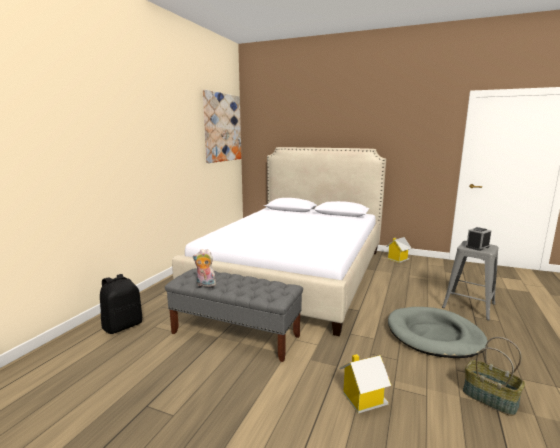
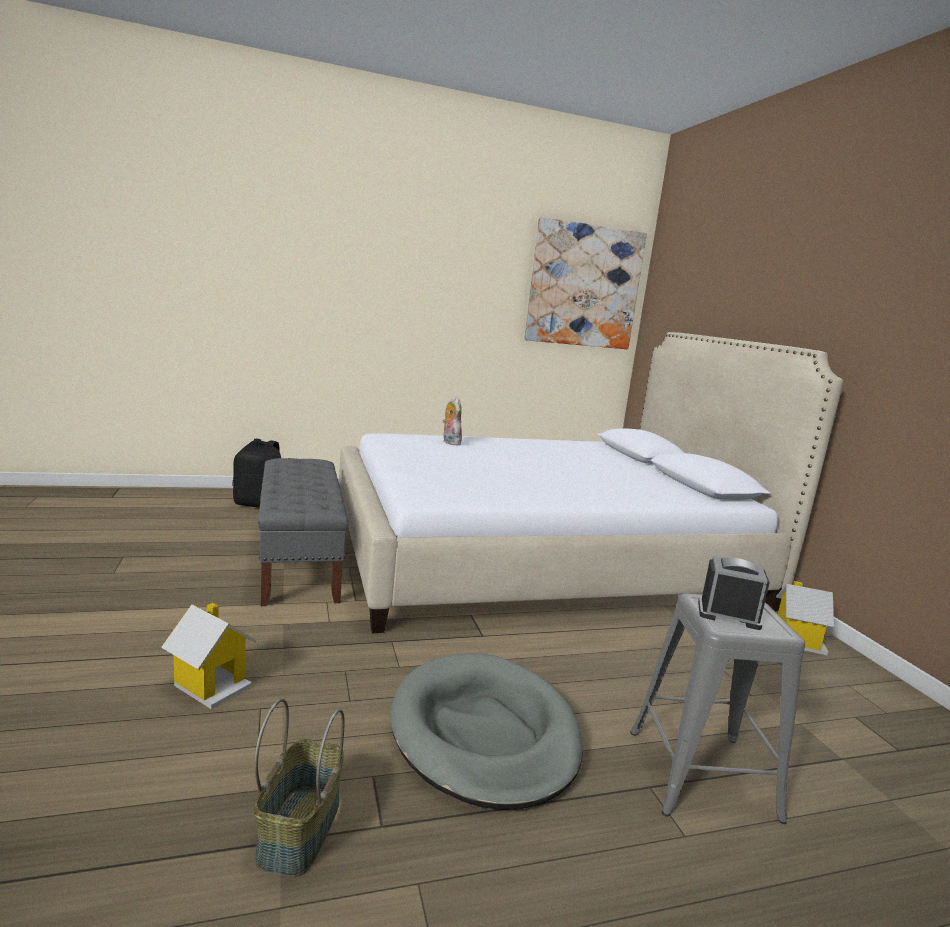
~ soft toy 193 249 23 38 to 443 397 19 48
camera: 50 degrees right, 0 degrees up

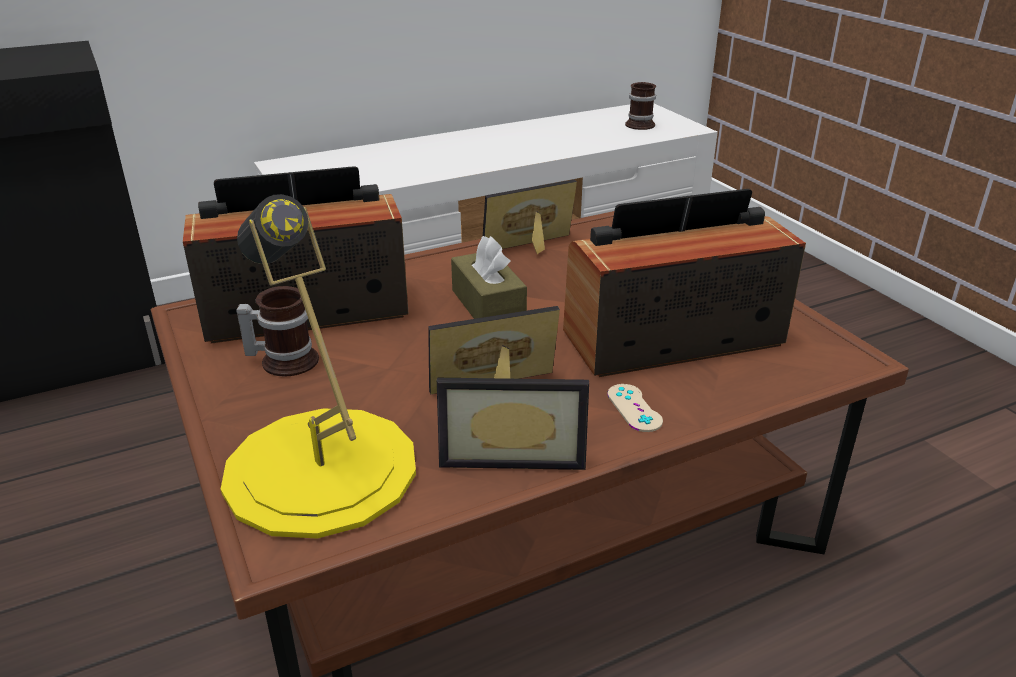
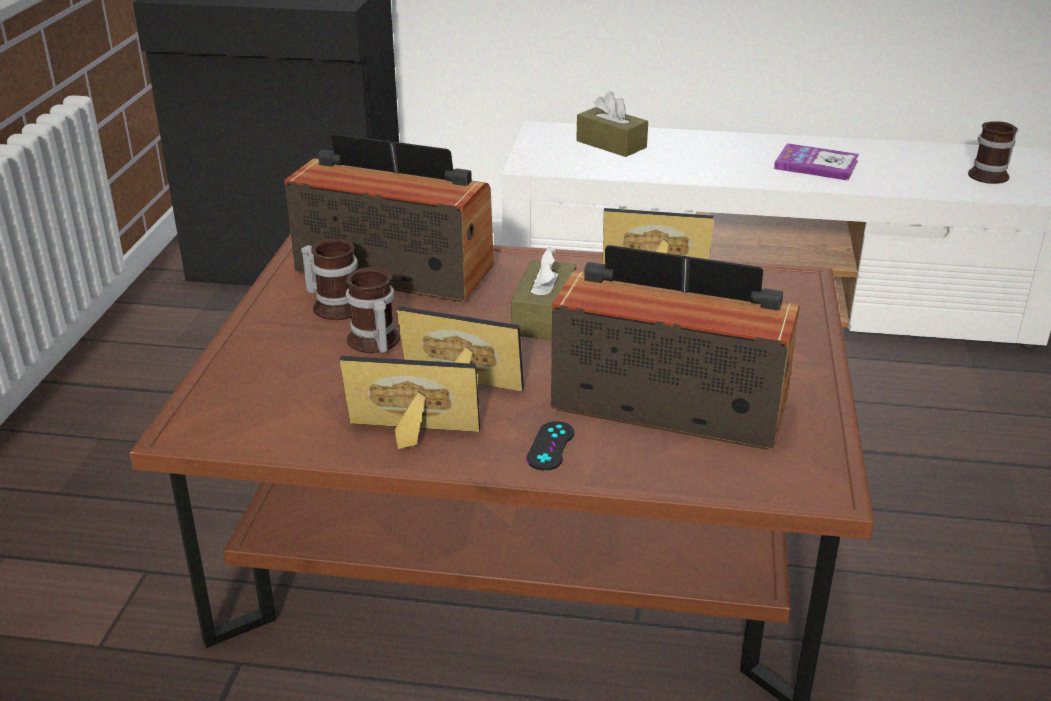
- yellow table lamp 221 194 195 345
+ tea mug 346 267 54 86
+ brown box of tissues 576 91 72 66
+ volume 774 143 85 38
~ beige game controller 607 384 56 48 to black-coloured game controller 526 421 48 50
~ standing frame 437 378 152 92 = 339 356 141 93 150 degrees clockwise
camera: 35 degrees right, 0 degrees up

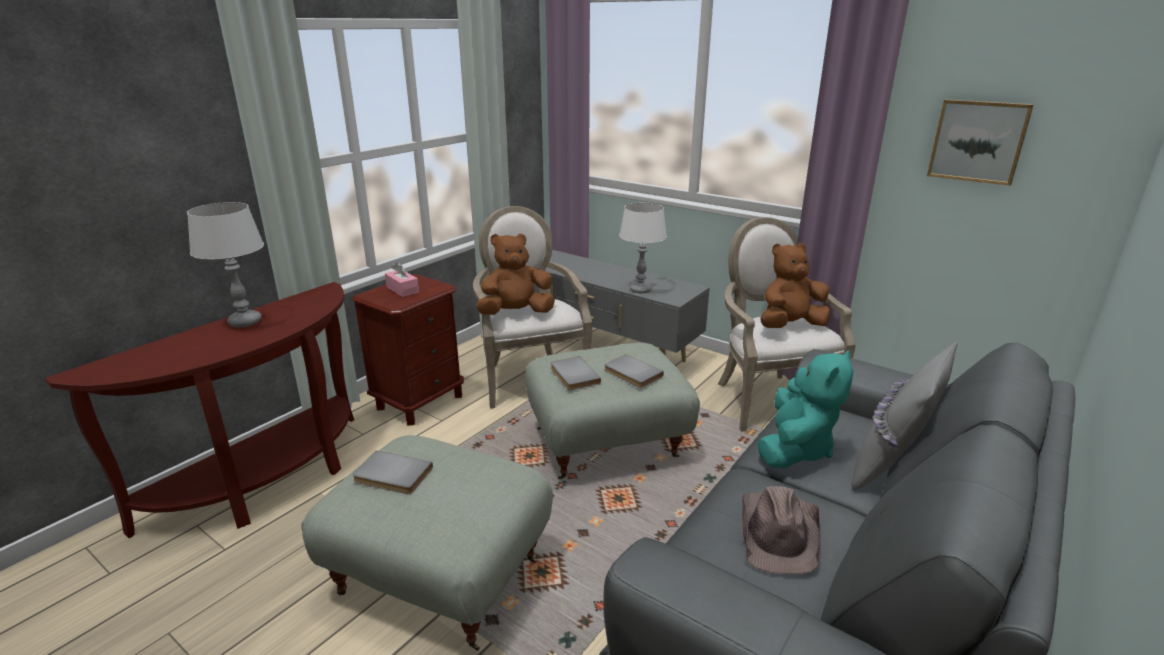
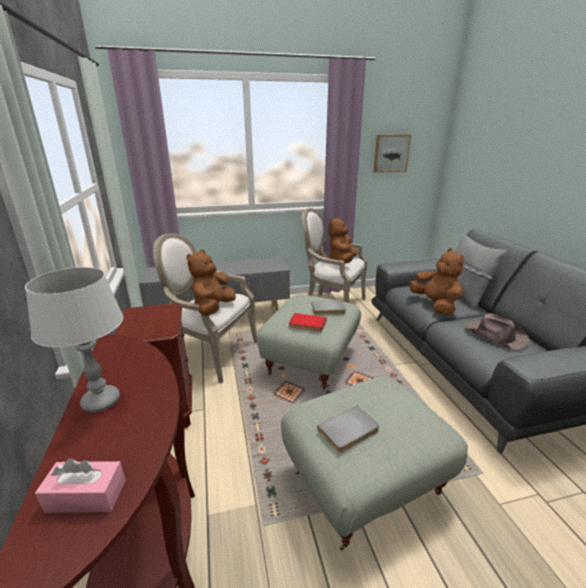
- white-coloured table lamp 619 203 48 90
~ pink box of tissues 385 262 34 35 to 35 458 91 55
~ gray volume 551 356 50 34 to red-coloured volume 289 313 38 19
~ turquoise soft toy 757 350 96 118 to brown soft toy 409 248 55 67
camera: 50 degrees left, 0 degrees up

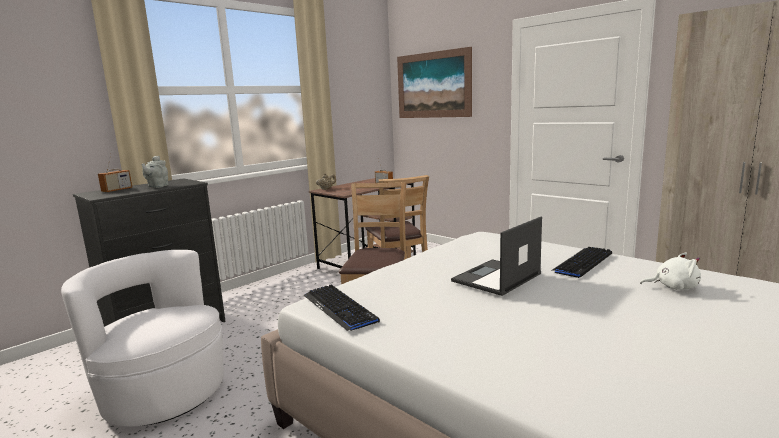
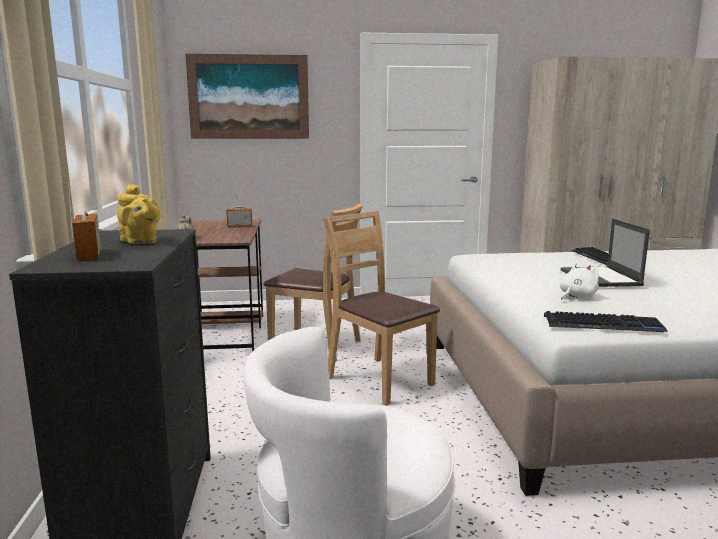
~ white-coloured soft toy 640 252 61 38 to 560 263 39 37
~ gray tea pot 141 156 27 32 to yellow tea pot 117 184 44 60
camera: 50 degrees left, 0 degrees up

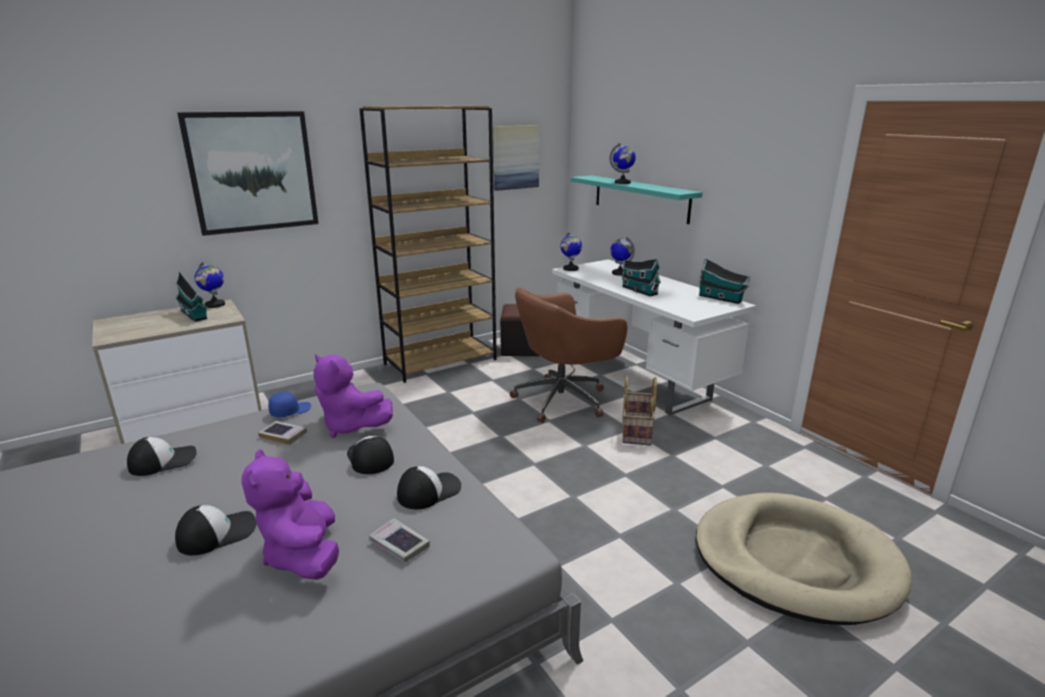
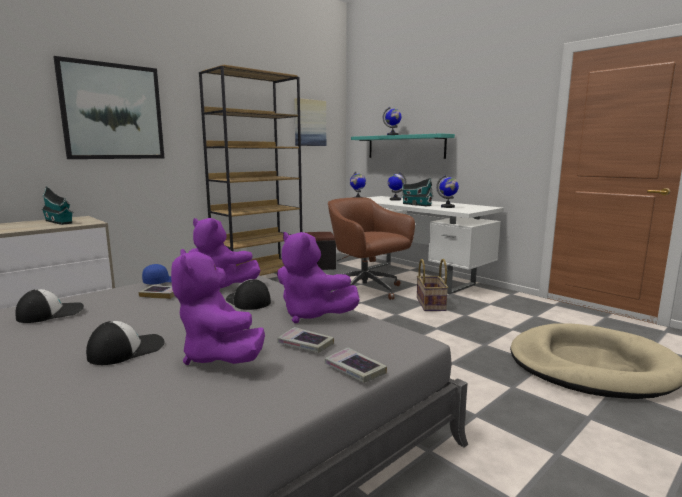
- model house 698 258 52 46
+ volume 325 347 62 36
~ globe 195 261 30 47 to 436 175 23 33
~ peaked cap 397 466 65 43 to purple soft toy 277 232 83 91
~ brown office chair 510 288 118 135 = 328 197 87 103 90 degrees clockwise
camera: 10 degrees left, 10 degrees down

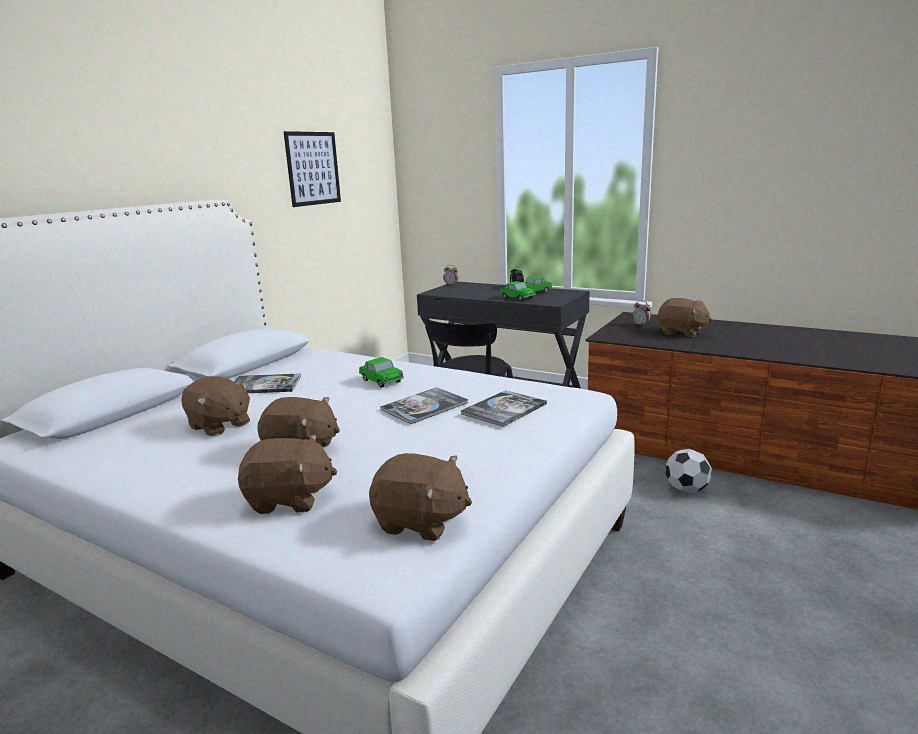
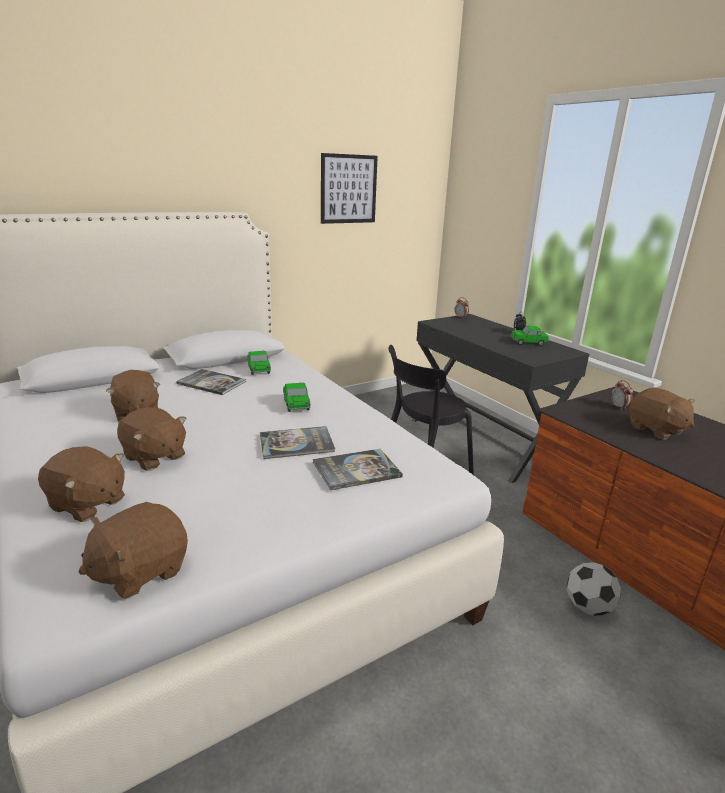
~ model car 500 281 36 20 to 247 351 24 24
~ brown soft toy 369 453 103 88 = 79 502 109 97 90 degrees clockwise
camera: 25 degrees right, 5 degrees up

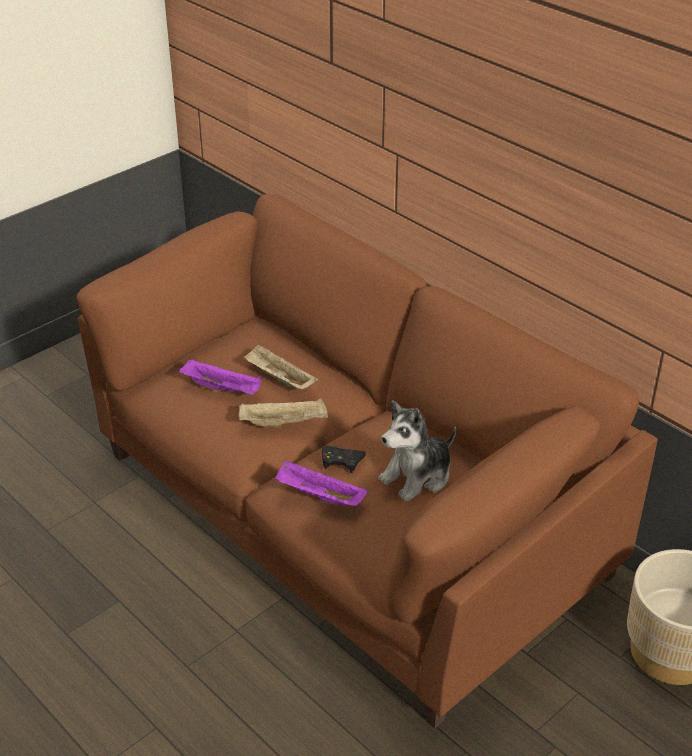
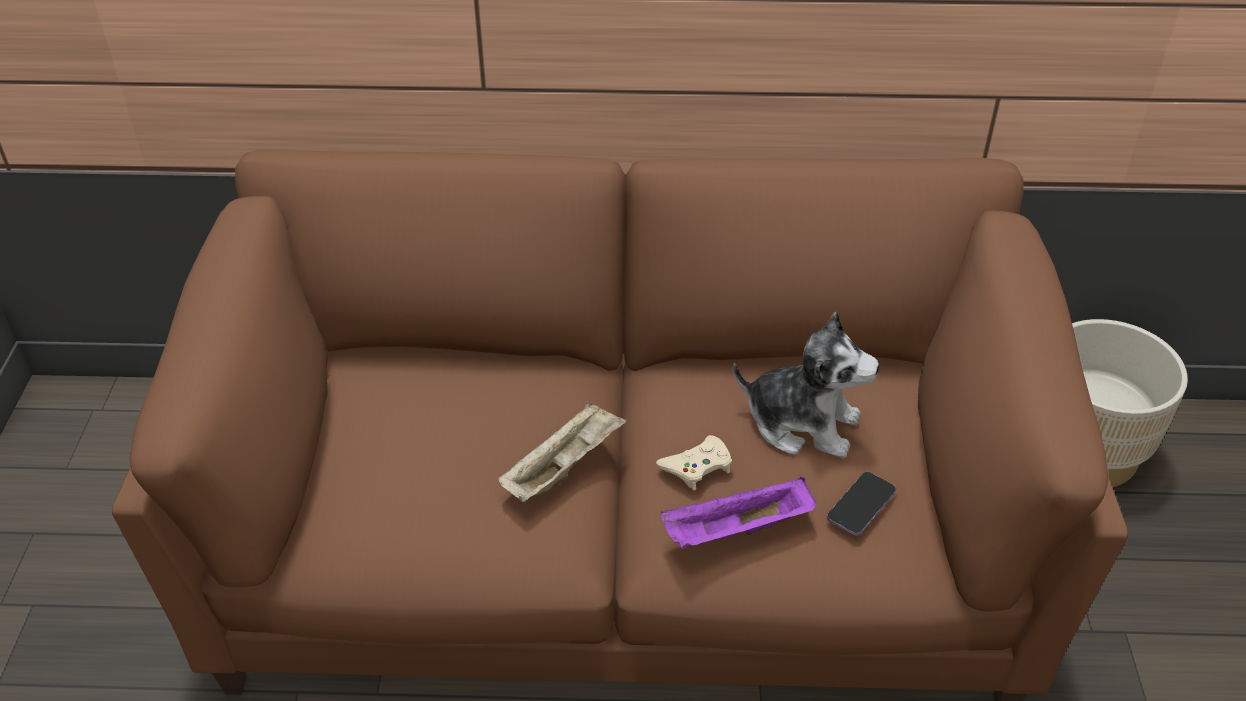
- purple carrying tray 179 359 83 36
- beige carrying tray 243 344 75 45
+ phone 827 472 69 64
~ black-coloured game controller 322 446 44 27 to beige game controller 656 435 76 55
~ soft toy 378 401 78 101 = 732 312 147 147 75 degrees counterclockwise
camera: 45 degrees left, 5 degrees up

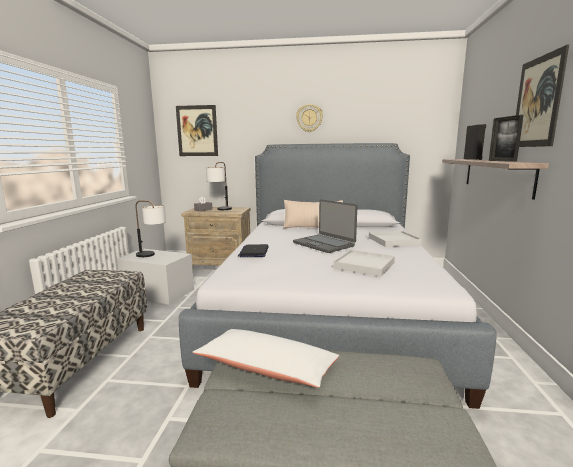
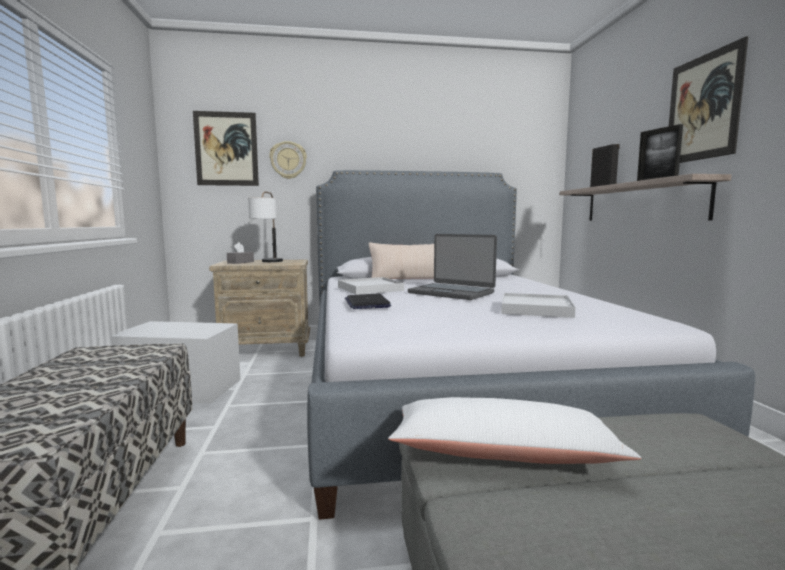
- table lamp 136 200 30 57
~ clock on the wall 296 104 27 28 to 269 141 38 38
~ white-coloured carrying tray 369 231 52 16 to 338 277 66 18
camera: 15 degrees left, 5 degrees down

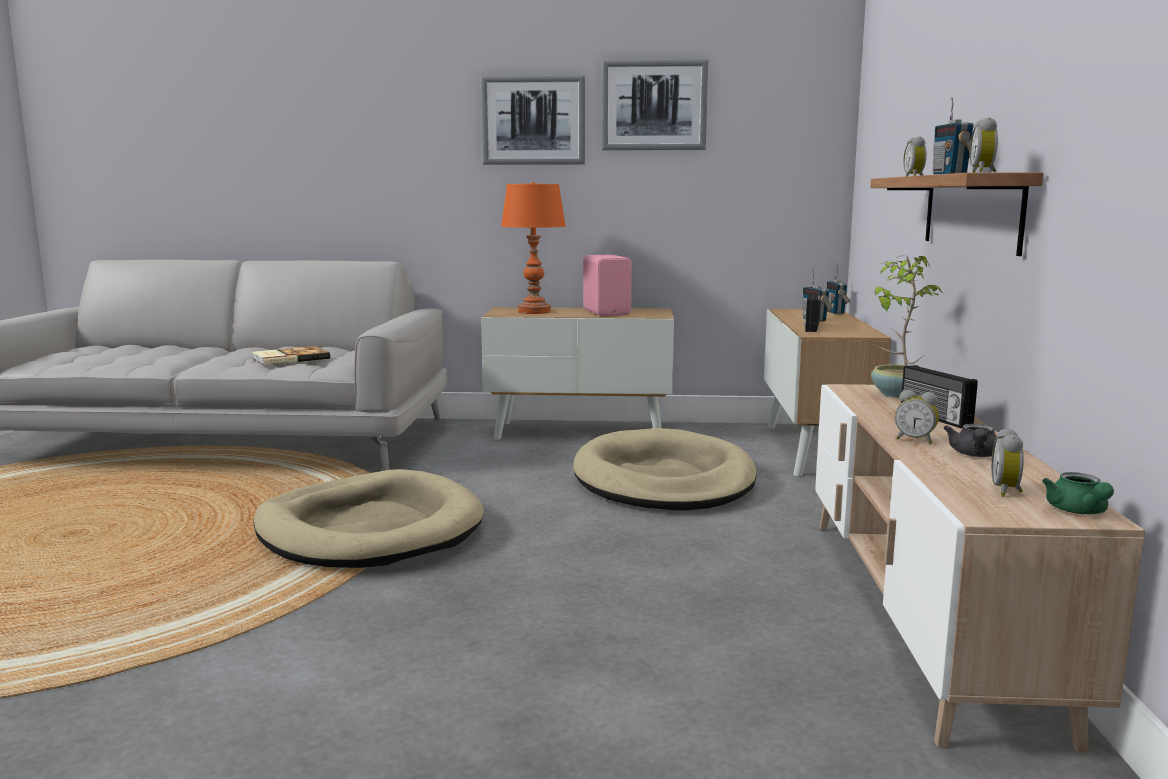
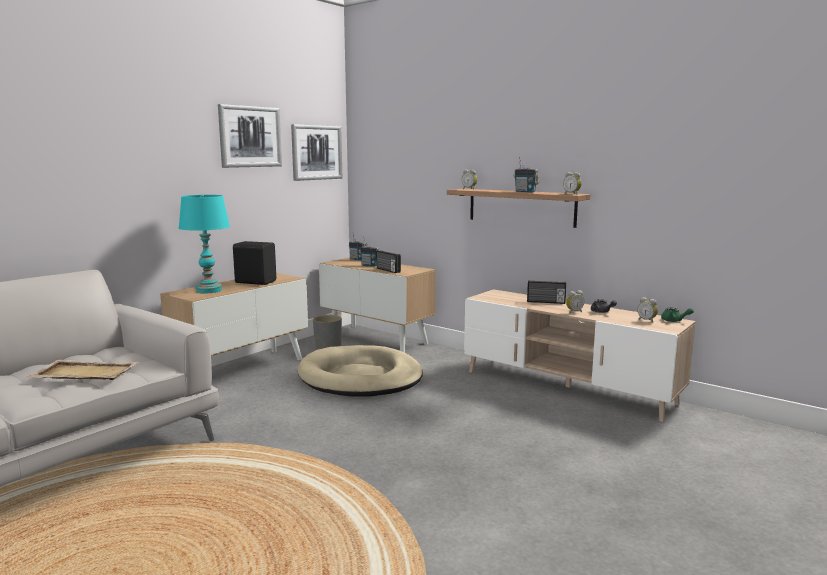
- beige dog cushion 253 469 231 99
- plant in a pot 870 255 73 143
+ gray flower pot 313 315 29 34
~ wall art 481 75 104 90 to 291 124 51 57
~ volume 252 346 78 19 to beige carrying tray 27 360 112 20
~ orange table lamp 501 182 65 132 to turquoise table lamp 178 195 52 98
~ pink audio speaker 583 254 49 62 to black-coloured audio speaker 233 241 43 44
camera: 55 degrees left, 0 degrees up

